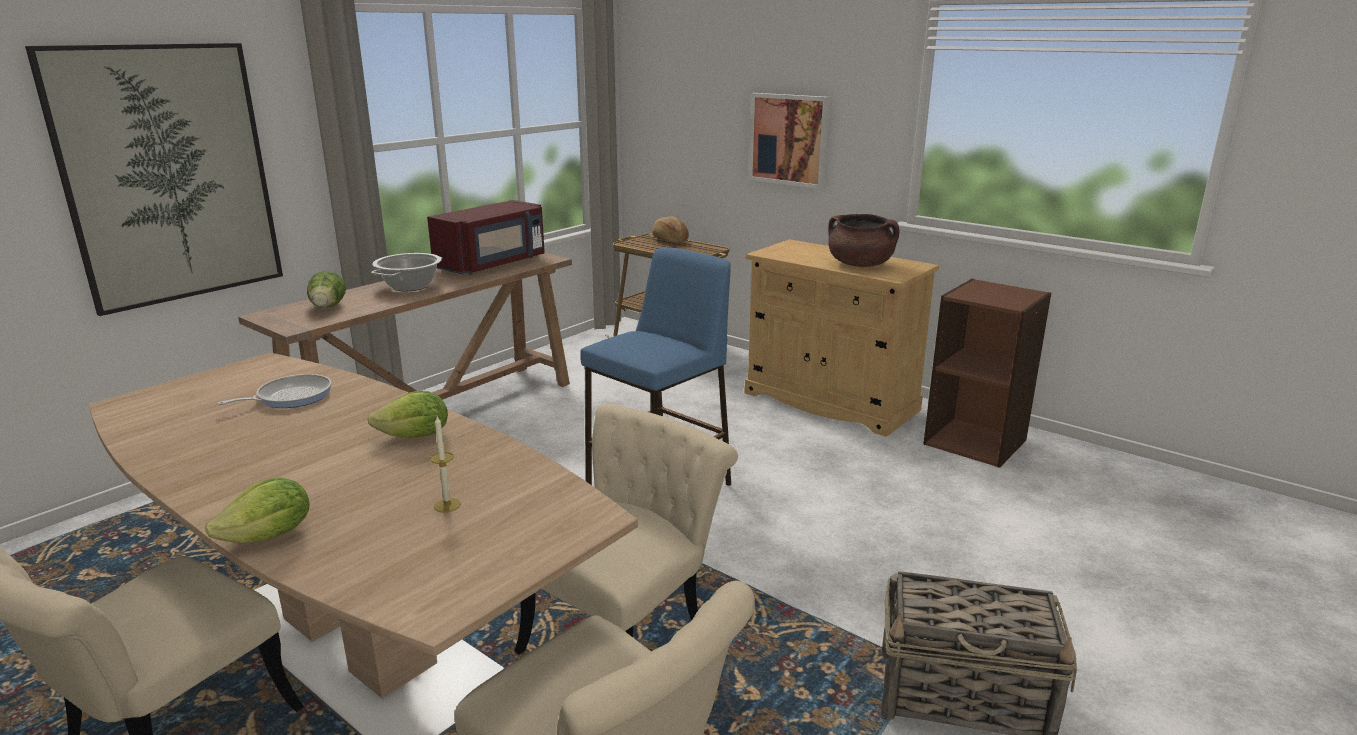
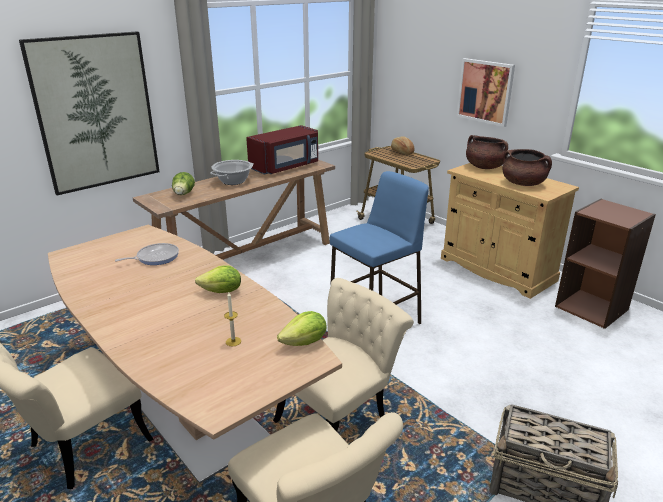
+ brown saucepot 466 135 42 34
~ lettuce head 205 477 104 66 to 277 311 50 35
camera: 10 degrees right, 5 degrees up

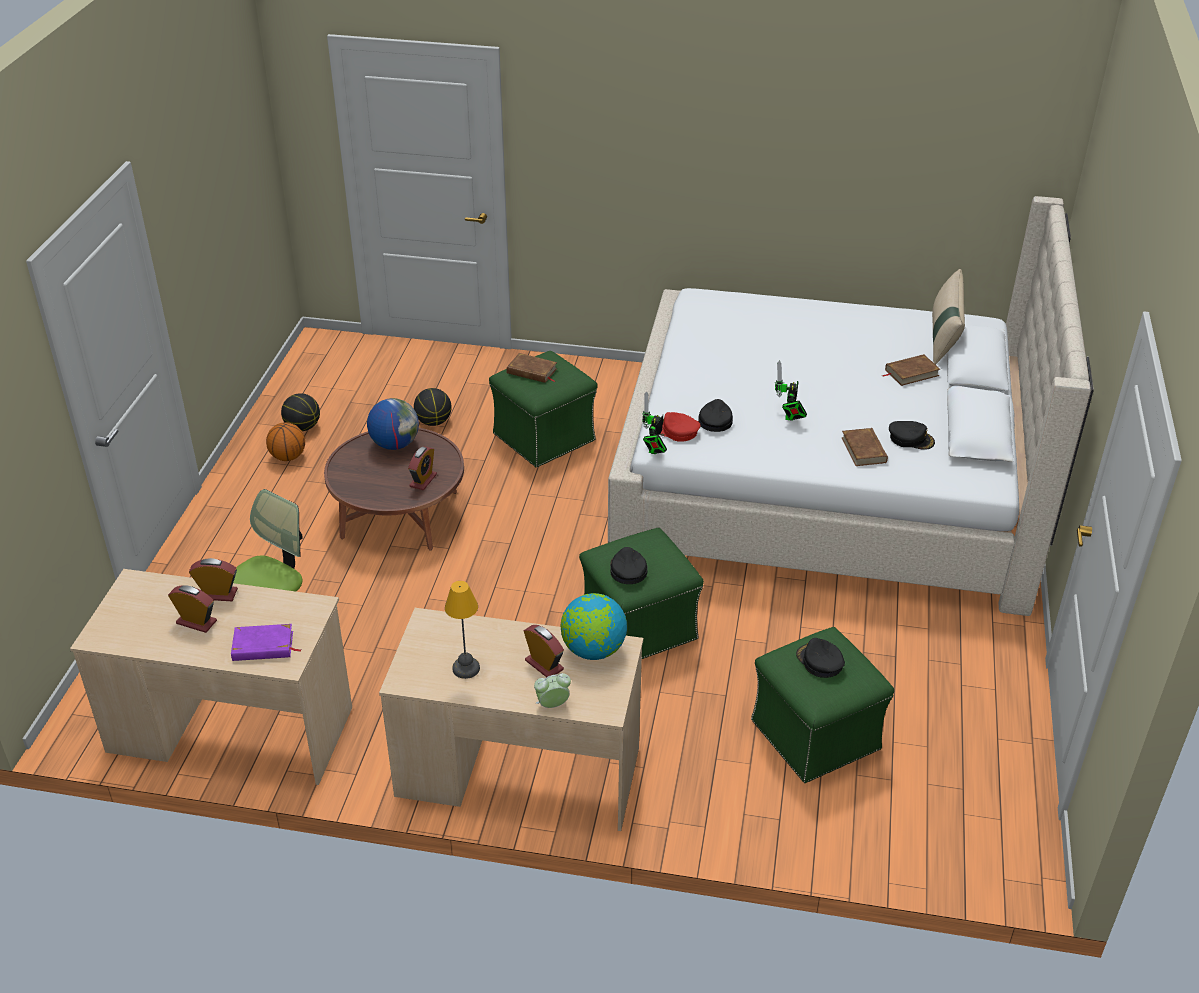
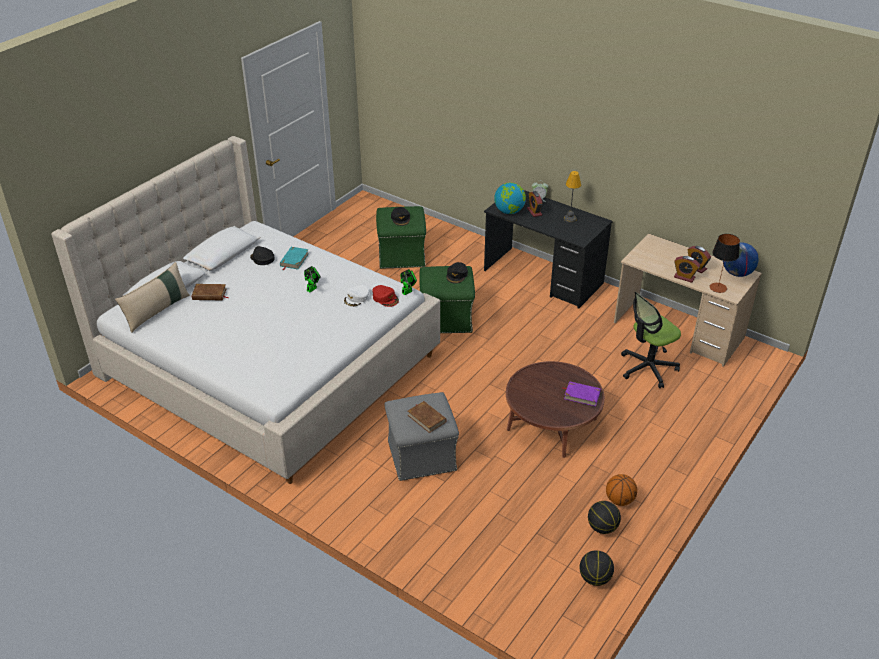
- table clock 408 446 29 44
+ table lamp 710 234 30 59
~ purple volume 231 624 70 37 to 563 381 38 25
~ globe 367 398 52 52 to 723 242 36 35
~ ball for basketball 414 388 38 38 to 580 551 34 35
~ beige desk unit 379 608 264 223 to black-coloured desk unit 484 190 128 119
~ green-coloured footrest 489 351 109 116 to gray footrest 384 392 75 89
~ black-coloured peaked cap 698 399 35 33 to white-coloured peaked cap 343 285 27 22
~ brown volume 842 428 46 38 to turquoise volume 280 247 29 23
camera: 155 degrees left, 0 degrees up

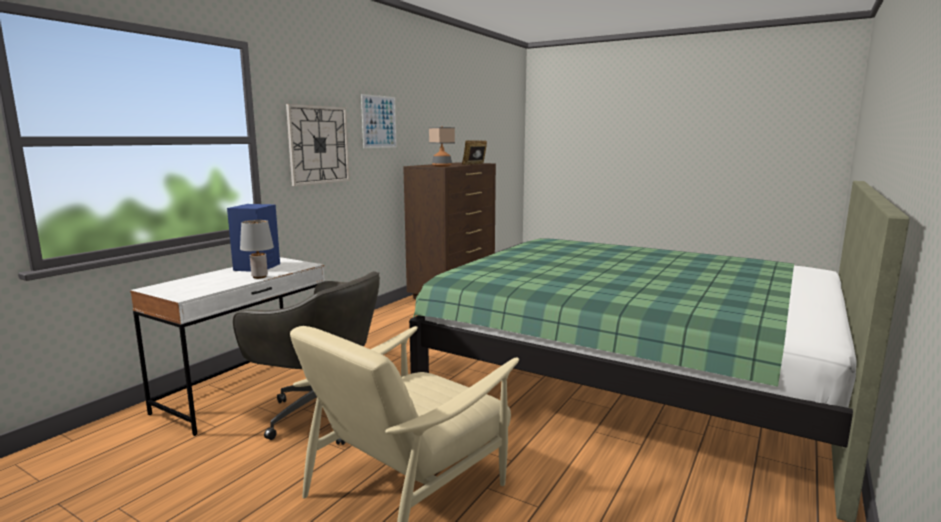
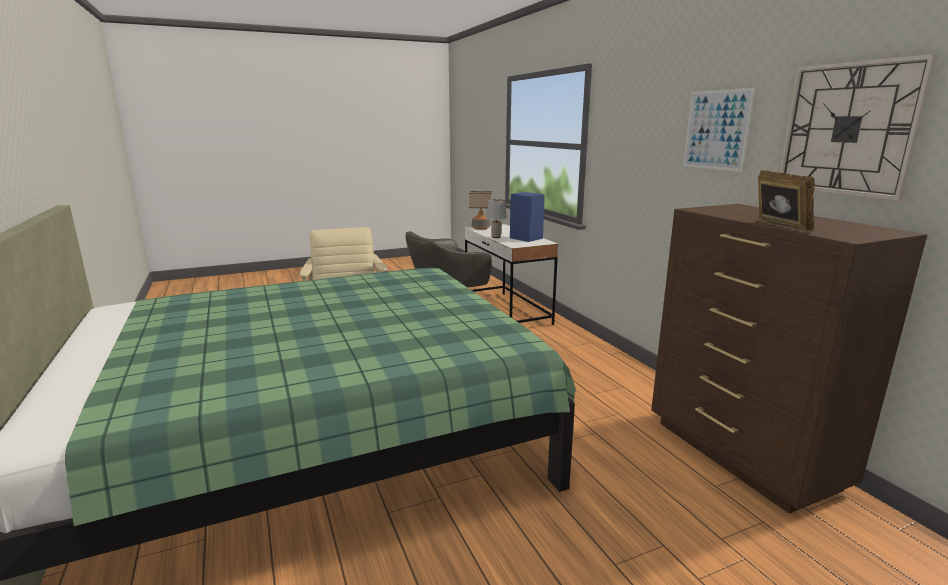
~ clock on the wall 286 104 64 82 to 779 54 159 147
~ table lamp 429 126 26 41 to 469 191 23 39
camera: 125 degrees right, 5 degrees up

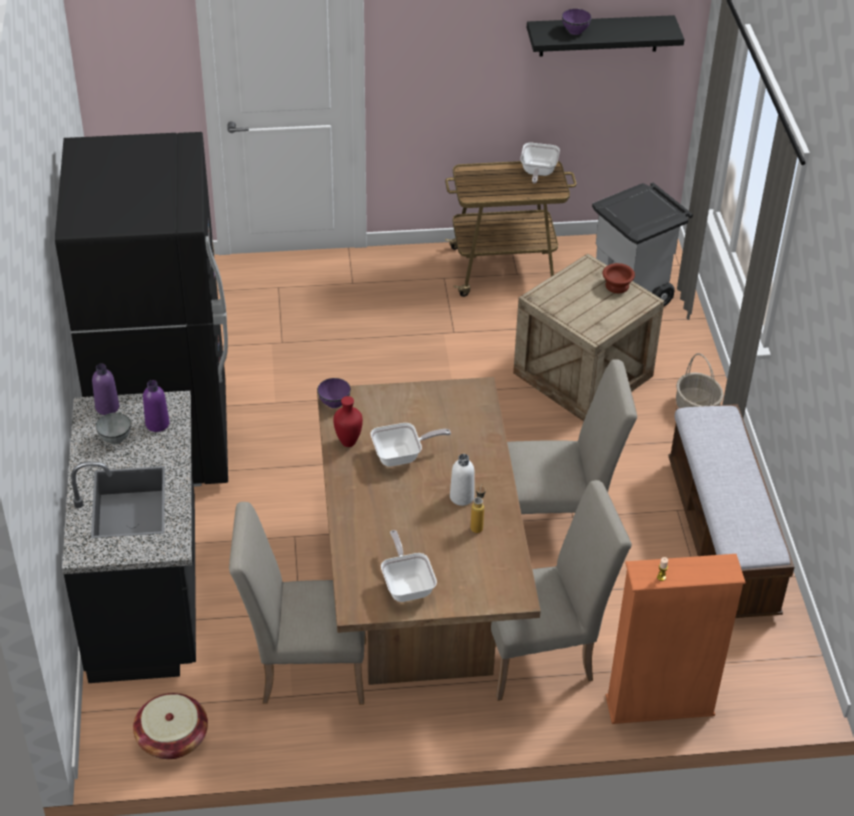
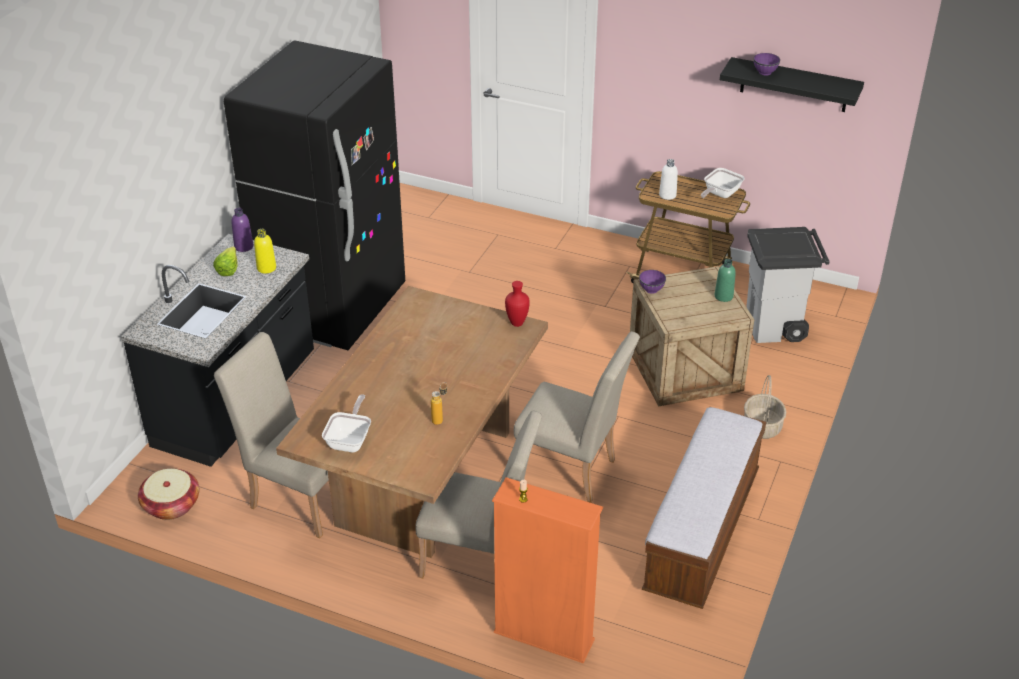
- frying pan 371 423 80 44
~ purple serving bowl 317 378 34 30 to 639 270 27 24
~ red-coloured decorative vase 333 396 30 51 to 505 281 25 46
~ white-coloured beverage bottle 450 454 24 52 to 659 159 19 41
~ gray serving bowl 96 413 35 32 to lettuce head 213 247 25 29
~ brown serving bowl 603 263 32 30 to green-coloured beverage bottle 715 259 21 43
~ purple beverage bottle 143 380 27 52 to yellow beverage bottle 254 229 22 45
camera: 30 degrees right, 5 degrees down

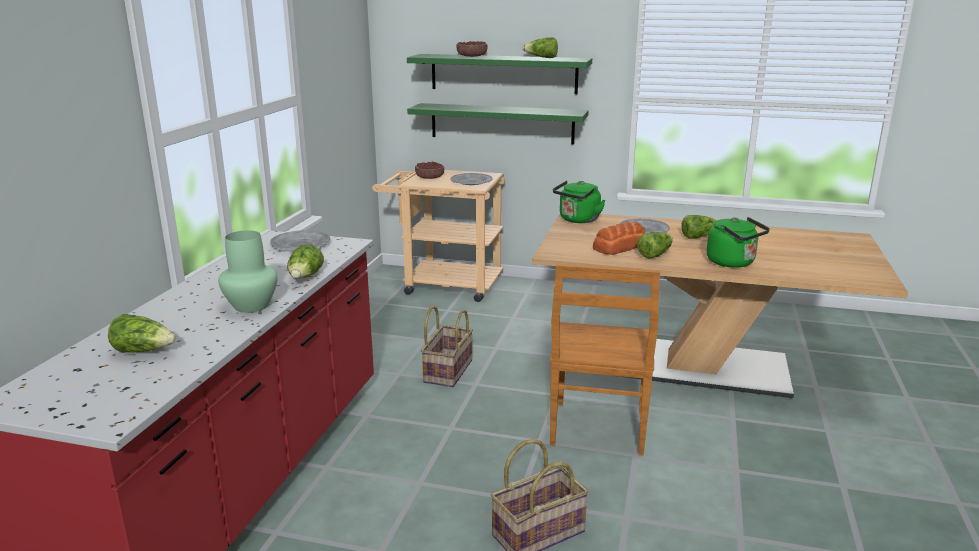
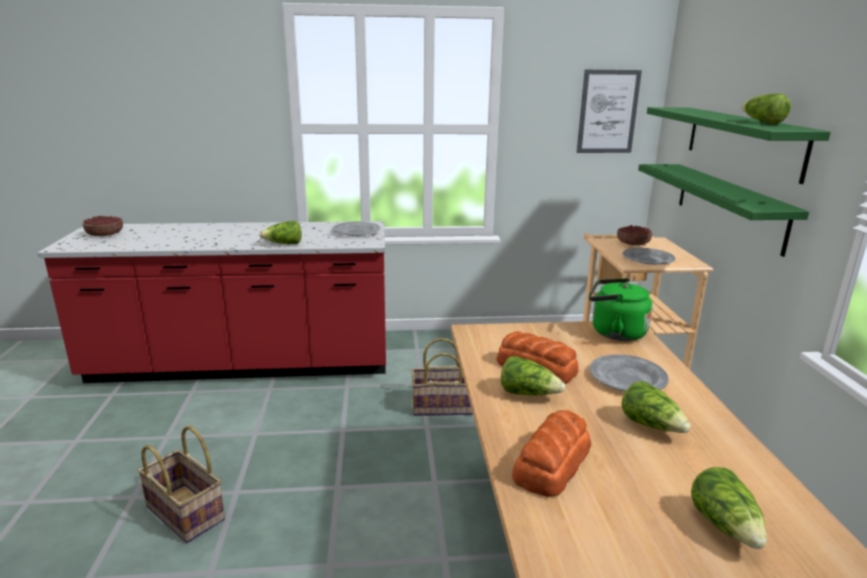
- green-coloured decorative vase 218 230 60 83
- brown chair 550 264 110 191
+ wall art 577 69 65 84
~ lettuce head 108 314 68 39 to 691 467 76 82
~ serving bowl 456 41 31 16 to 83 215 40 21
~ green-coloured water kettle 707 217 63 51 to baked bread 512 410 80 87
camera: 70 degrees right, 0 degrees up

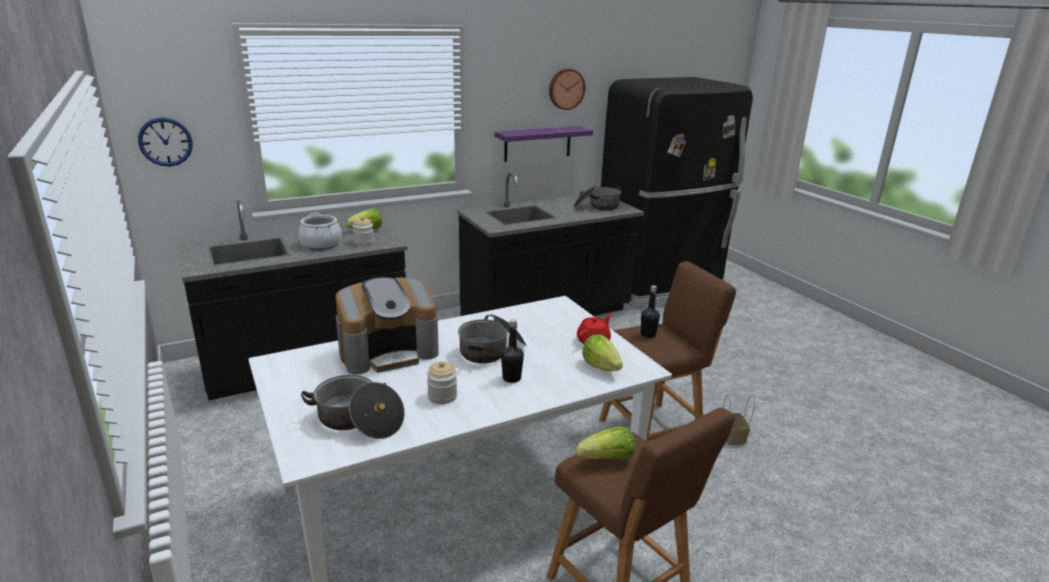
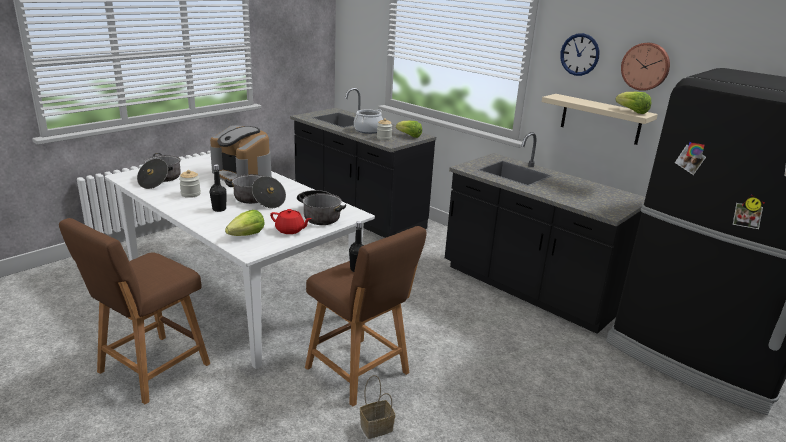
~ clock on the wall 138 118 55 48 to 560 33 40 43
~ saucepot 574 186 47 25 to 297 190 49 35
~ lettuce head 576 426 59 34 to 615 92 36 22
~ purple wall shelf 494 126 99 36 to beige wall shelf 542 94 116 51
camera: 70 degrees right, 0 degrees up

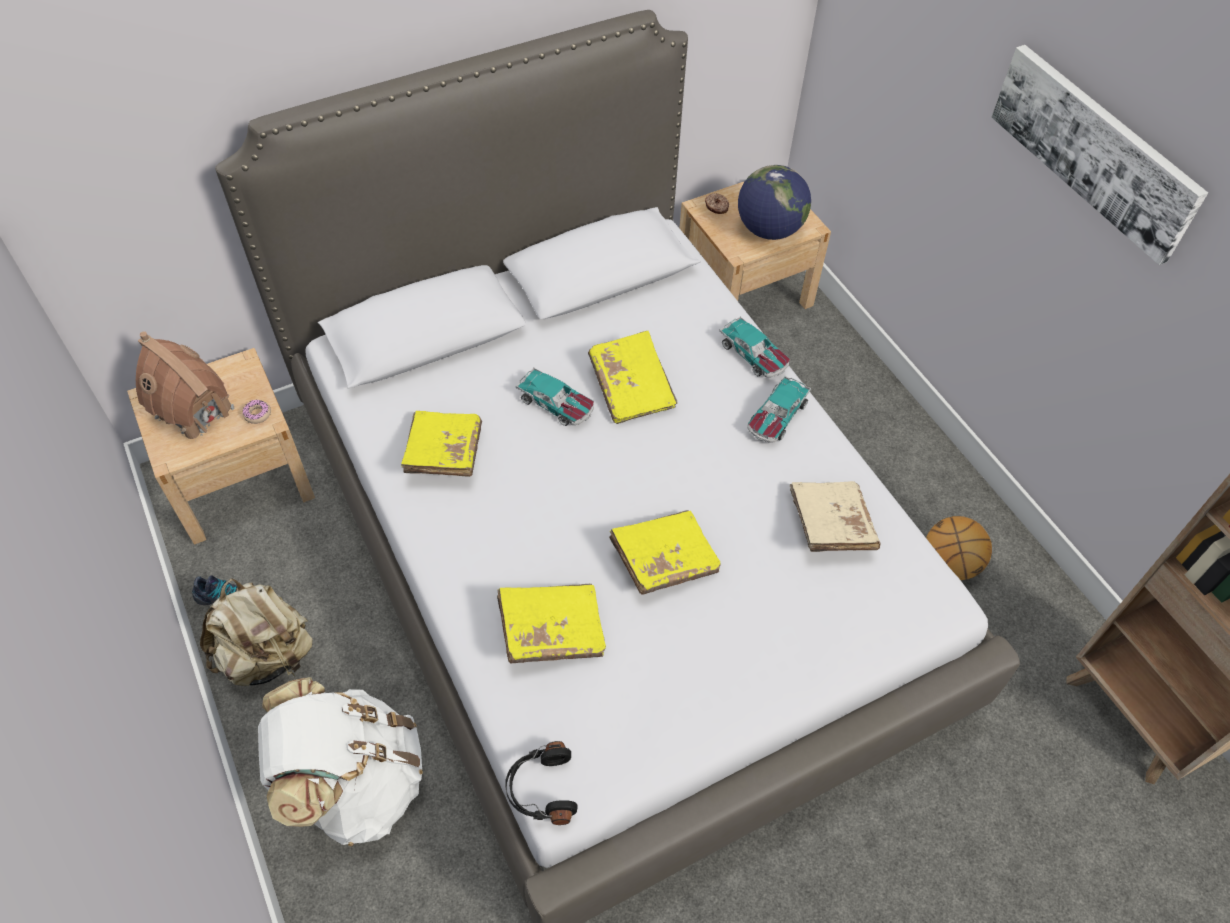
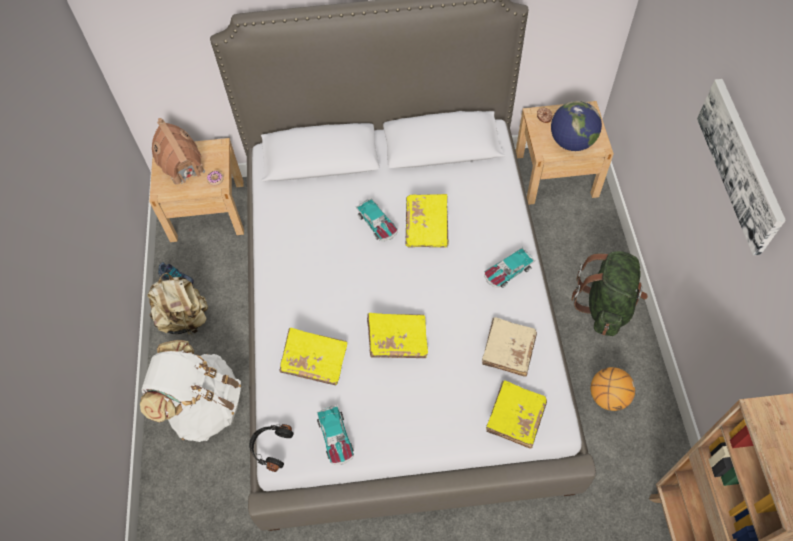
+ green-coloured knapsack 572 251 76 85
~ yellow volume 401 411 81 66 to 486 380 61 69
~ model car 719 316 71 62 to 317 405 37 60
camera: 25 degrees right, 5 degrees up

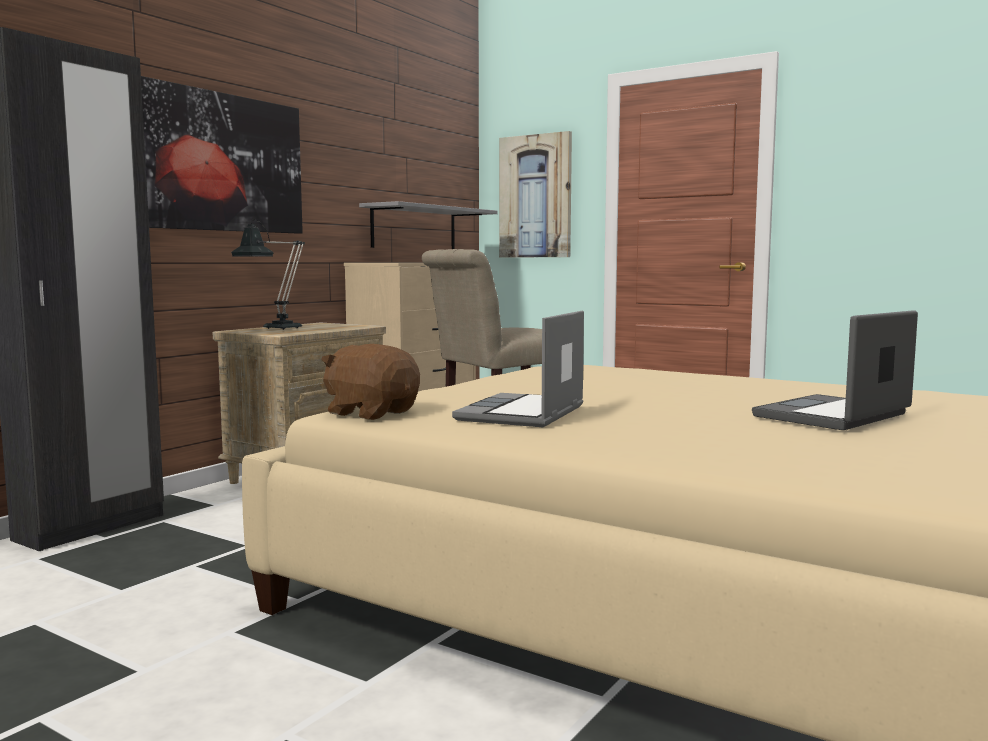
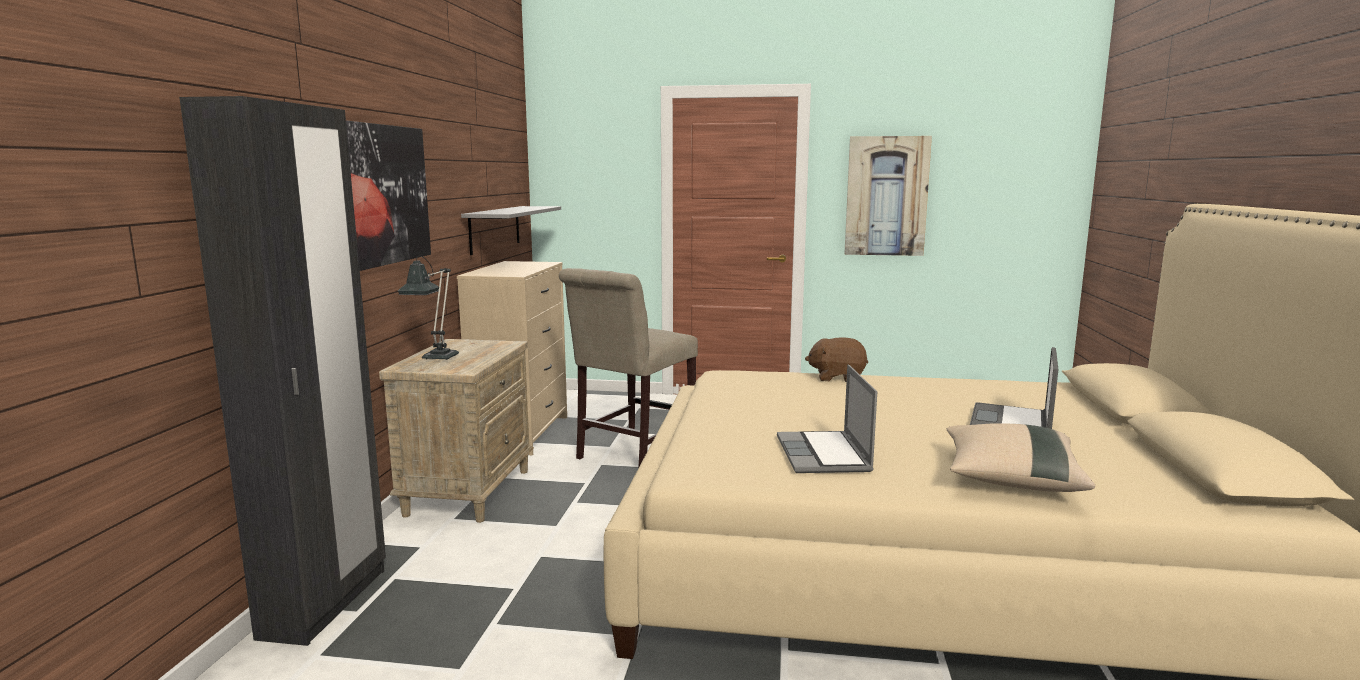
+ beige throw pillow 947 423 148 69
~ brown soft toy 321 344 99 76 to 805 337 63 45
~ wall art 499 131 73 126 to 844 136 88 120
camera: 25 degrees left, 5 degrees up

